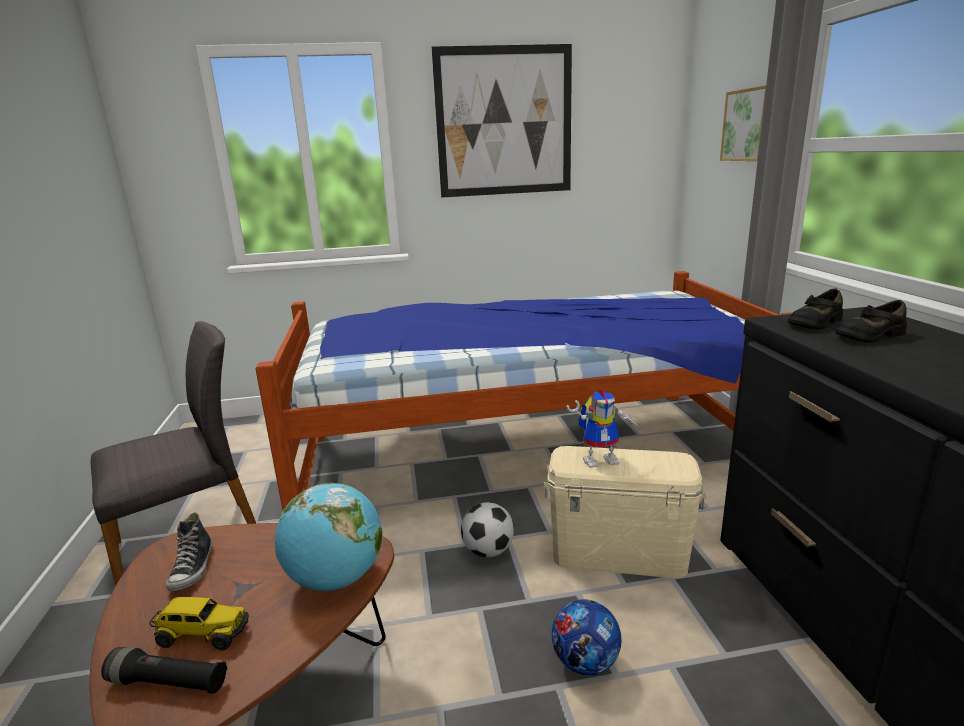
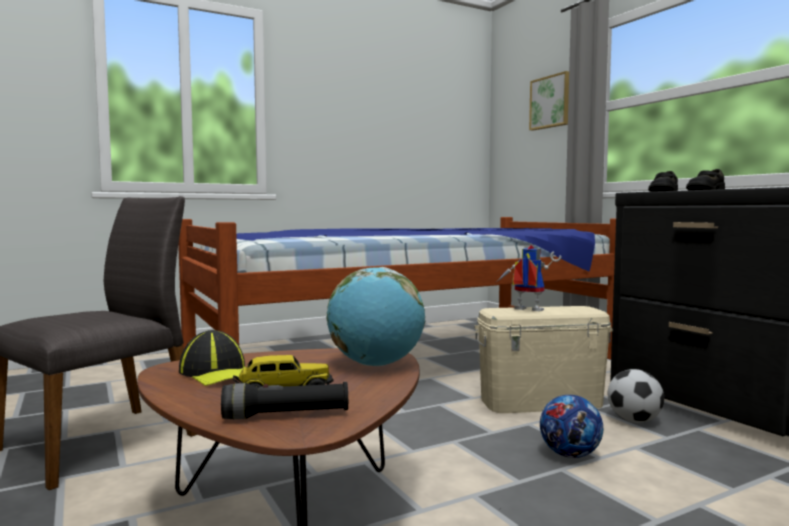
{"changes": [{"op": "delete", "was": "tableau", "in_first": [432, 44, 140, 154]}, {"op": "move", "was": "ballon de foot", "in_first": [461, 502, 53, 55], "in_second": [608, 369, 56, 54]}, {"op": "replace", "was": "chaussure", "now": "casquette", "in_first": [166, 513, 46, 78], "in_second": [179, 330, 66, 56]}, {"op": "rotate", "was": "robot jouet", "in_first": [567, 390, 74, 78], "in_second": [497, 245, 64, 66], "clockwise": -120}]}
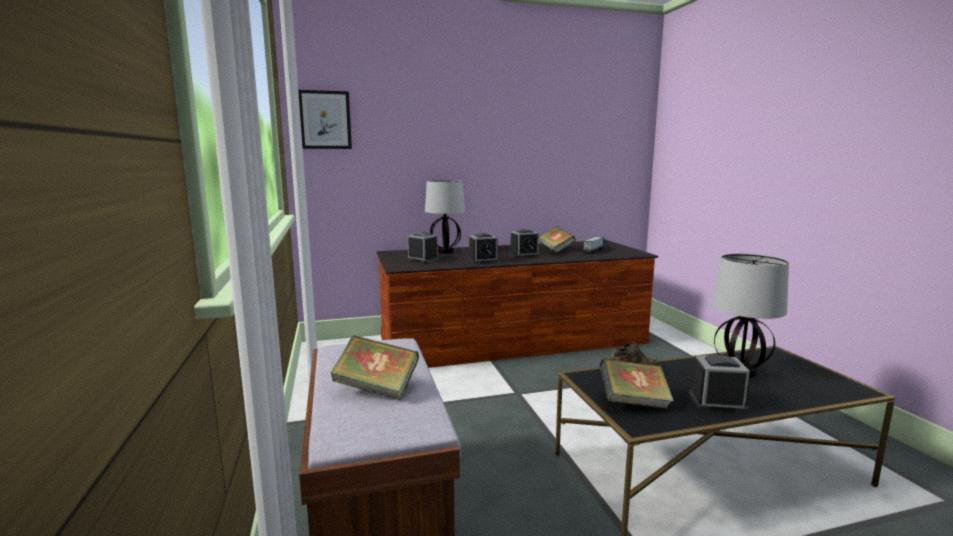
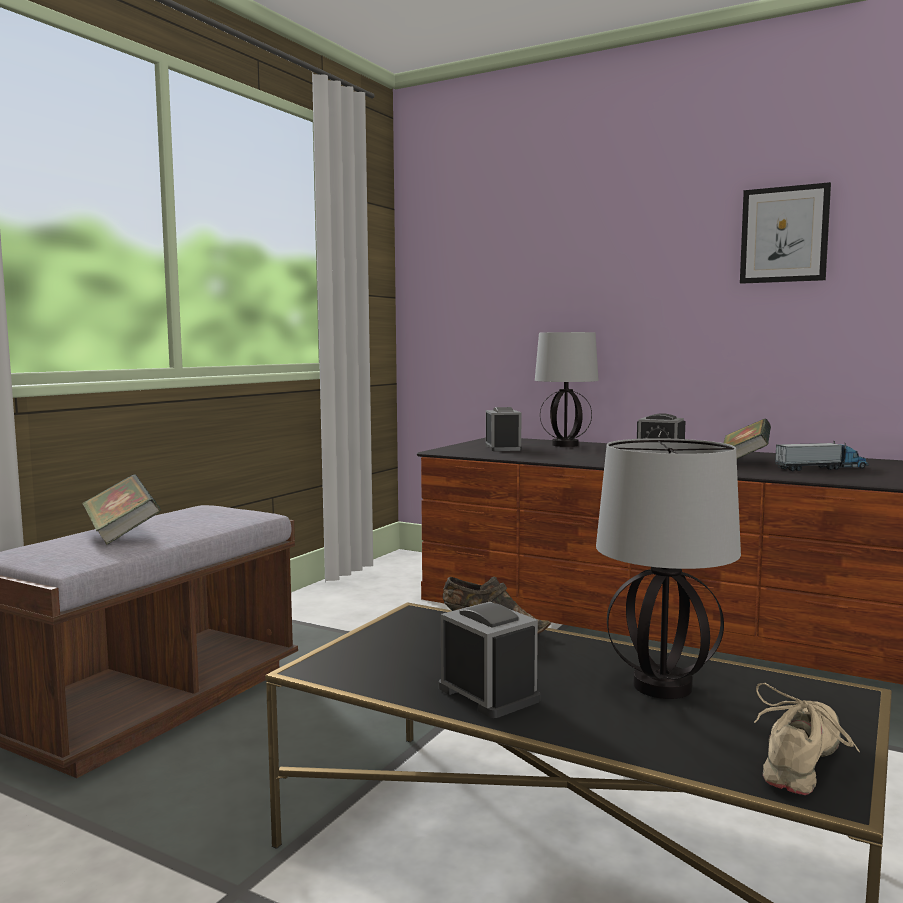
{"changes": [{"op": "delete", "was": "réveil", "in_first": [468, 233, 31, 31]}, {"op": "delete", "was": "livre", "in_first": [599, 358, 75, 51]}, {"op": "insert", "now": "chaussure/beige", "in_second": [754, 683, 106, 112]}, {"op": "move", "was": "tableau", "in_first": [298, 90, 54, 59], "in_second": [740, 182, 91, 102]}]}
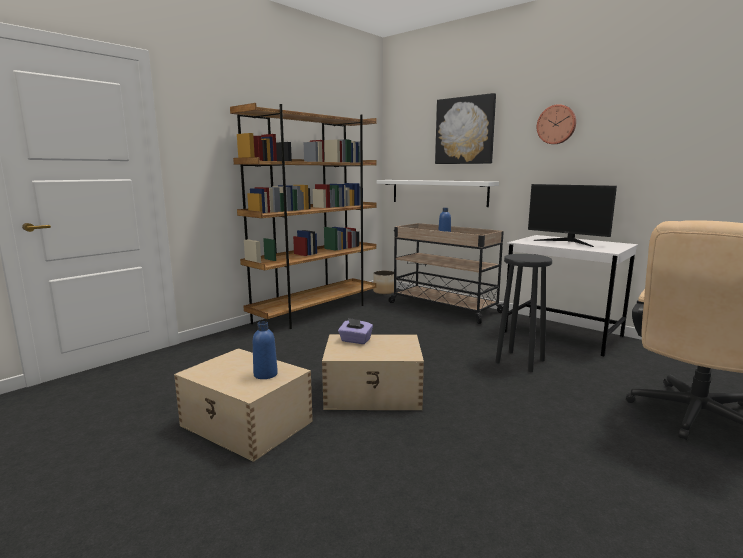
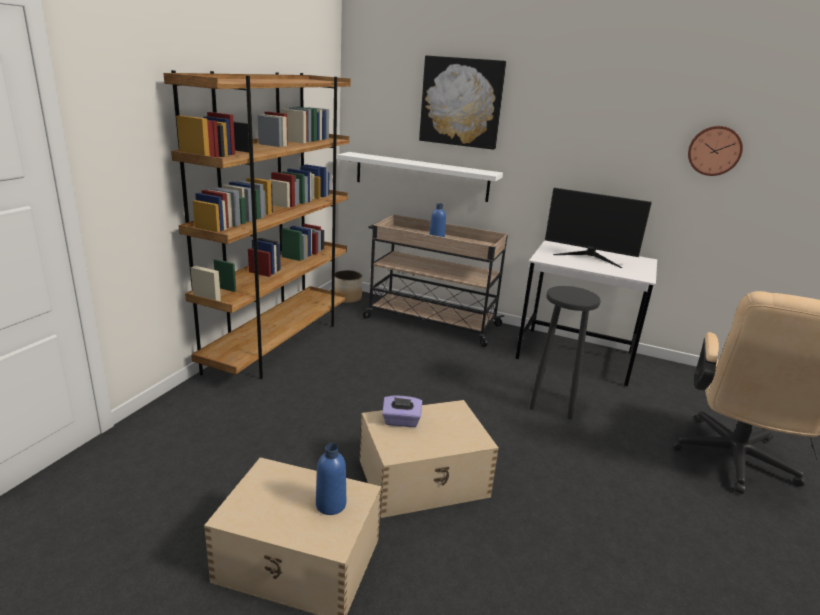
{"changes": [{"op": "move", "was": "horloge murale", "in_first": [537, 104, 39, 40], "in_second": [688, 126, 55, 50]}]}
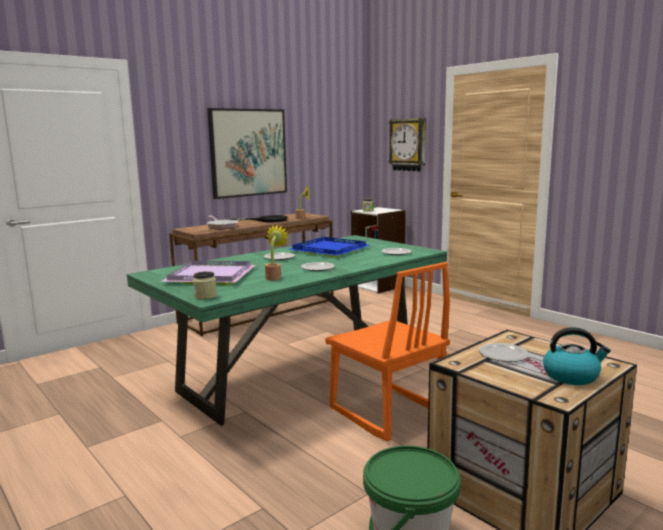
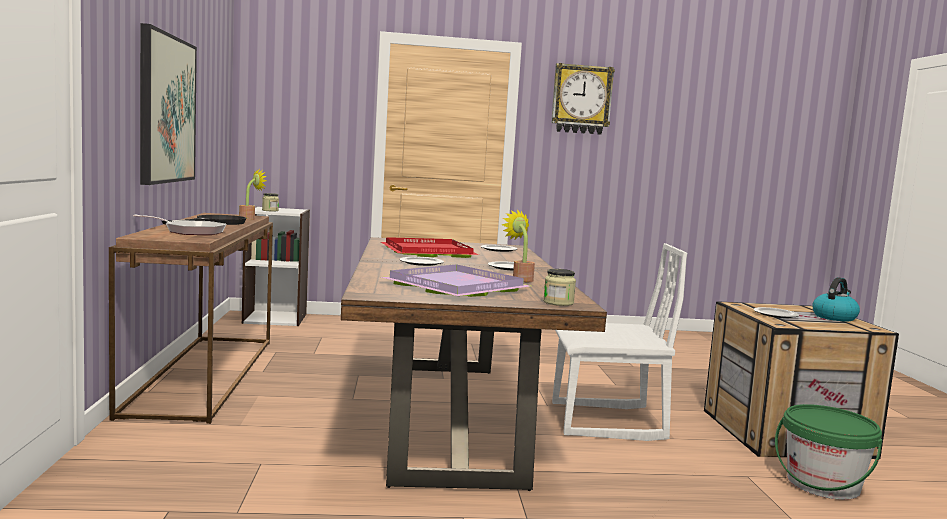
{"changes": [{"op": "move", "was": "horloge murale", "in_first": [388, 118, 38, 53], "in_second": [551, 63, 64, 72]}, {"op": "recolor", "was": "table à manger/vert", "now": "table à manger/marron", "in_first": [127, 235, 320, 191], "in_second": [341, 237, 266, 254]}, {"op": "recolor", "was": "plateau/bleu", "now": "plateau/rouge", "in_first": [288, 237, 82, 20], "in_second": [381, 237, 98, 21]}, {"op": "recolor", "was": "chaise/orange", "now": "chaise/blanc", "in_first": [325, 262, 125, 180], "in_second": [552, 243, 135, 198]}]}
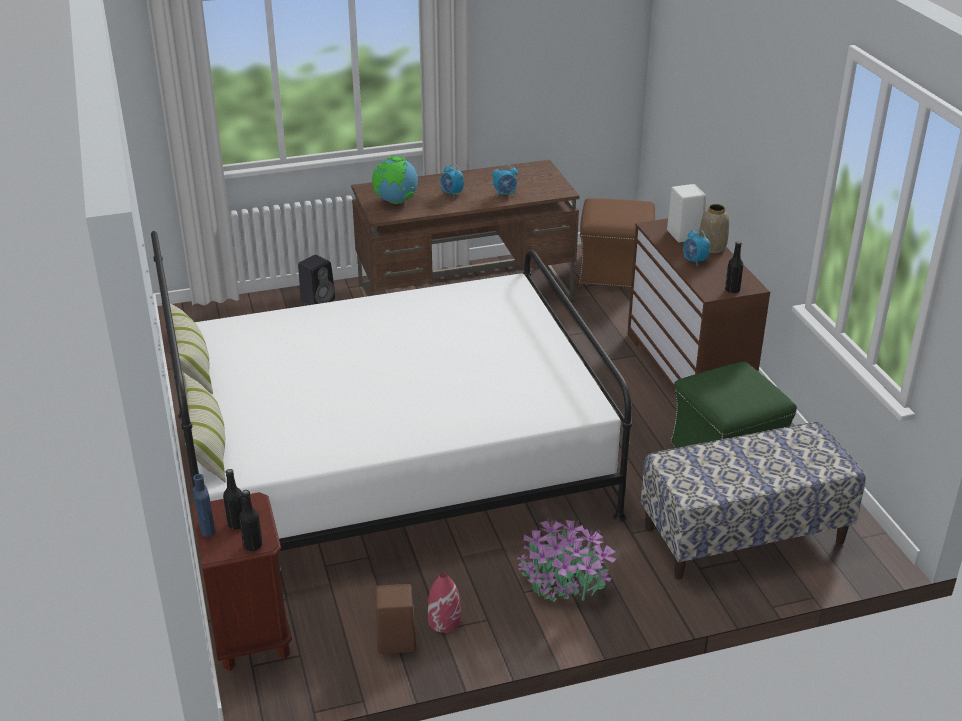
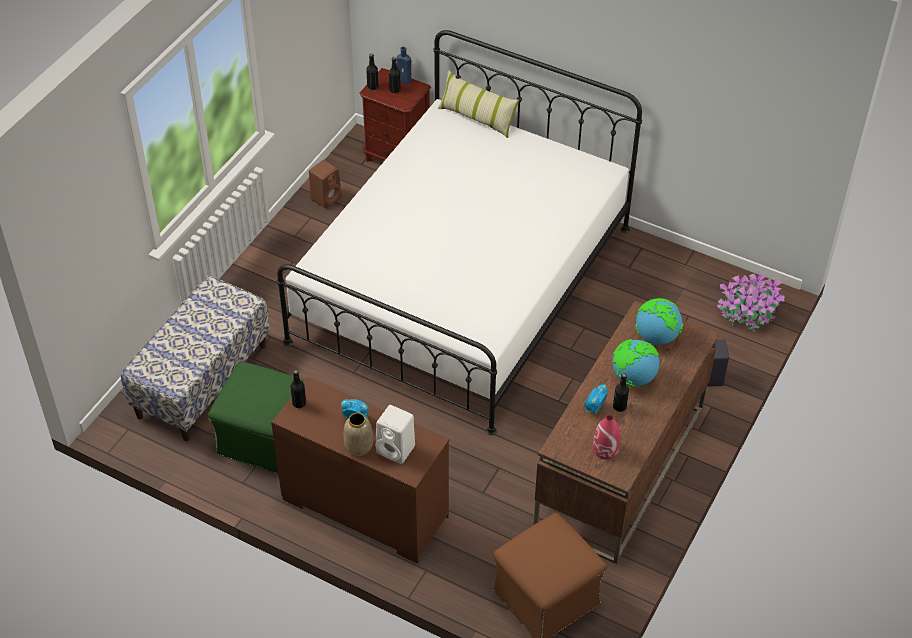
{"changes": [{"op": "delete", "was": "coussin", "in_first": [170, 303, 43, 91]}, {"op": "insert", "now": "bouteille/noir", "in_second": [613, 373, 16, 39]}, {"op": "move", "was": "vase/rouge", "in_first": [428, 573, 33, 60], "in_second": [593, 415, 27, 44]}, {"op": "move", "was": "plante en pot", "in_first": [517, 517, 99, 85], "in_second": [717, 273, 68, 59]}, {"op": "replace", "was": "réveil", "now": "globe", "in_first": [441, 164, 23, 34], "in_second": [612, 339, 47, 48]}]}
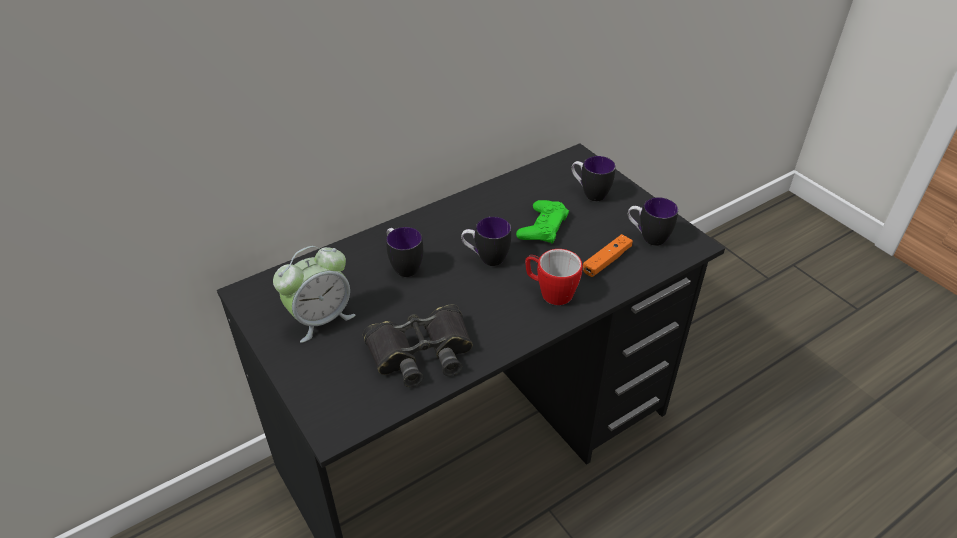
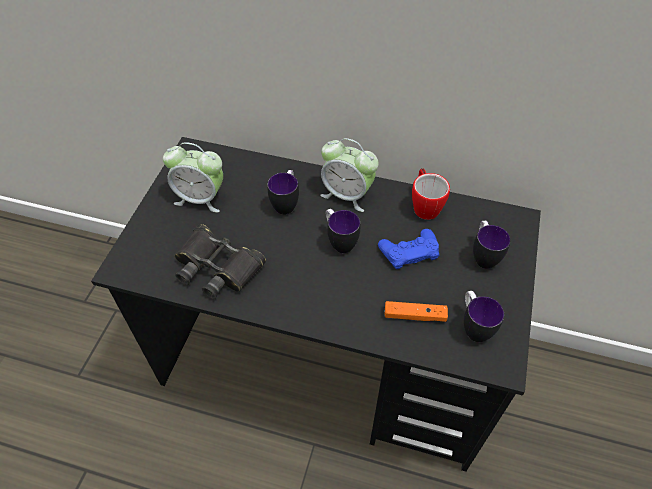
{"changes": [{"op": "insert", "now": "réveil", "in_second": [320, 138, 59, 74]}, {"op": "move", "was": "mug", "in_first": [525, 249, 58, 56], "in_second": [412, 168, 38, 52]}, {"op": "recolor", "was": "manette/vert", "now": "manette/bleu", "in_first": [516, 200, 53, 44], "in_second": [378, 229, 61, 40]}]}
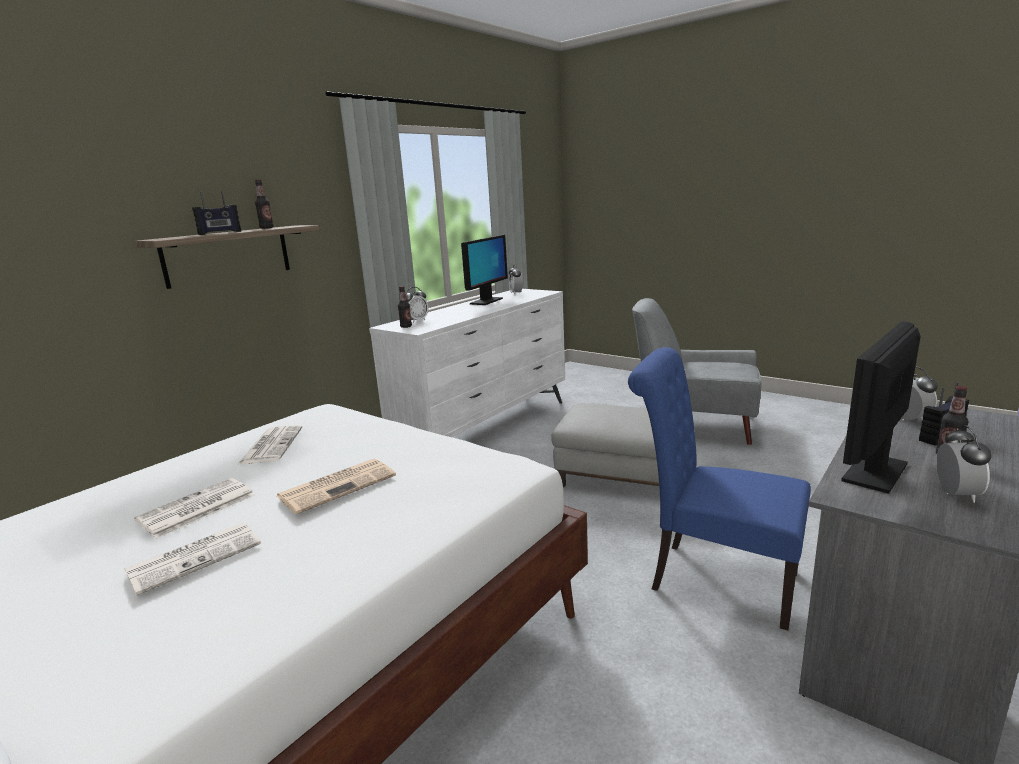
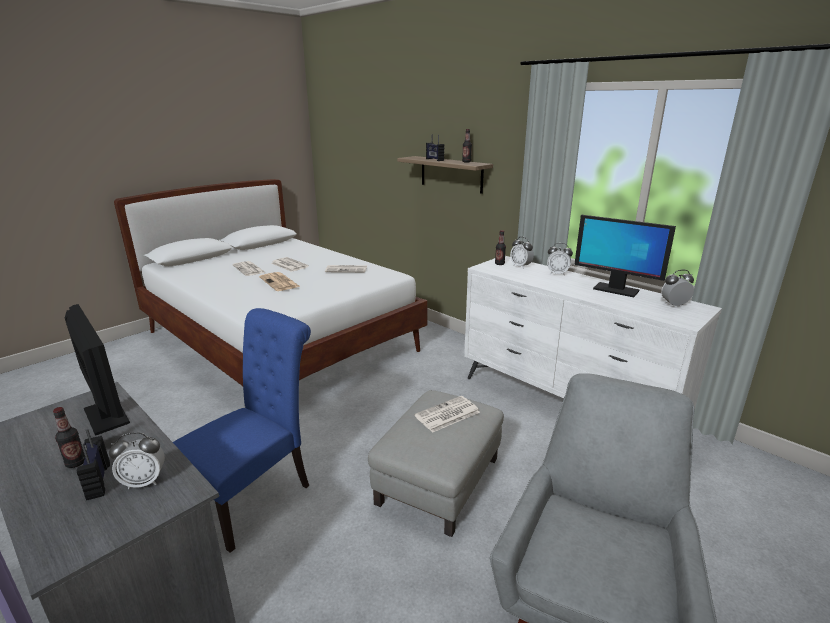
{"changes": [{"op": "insert", "now": "journal", "in_second": [414, 396, 66, 37]}, {"op": "move", "was": "réveil", "in_first": [936, 425, 56, 78], "in_second": [547, 243, 26, 33]}]}
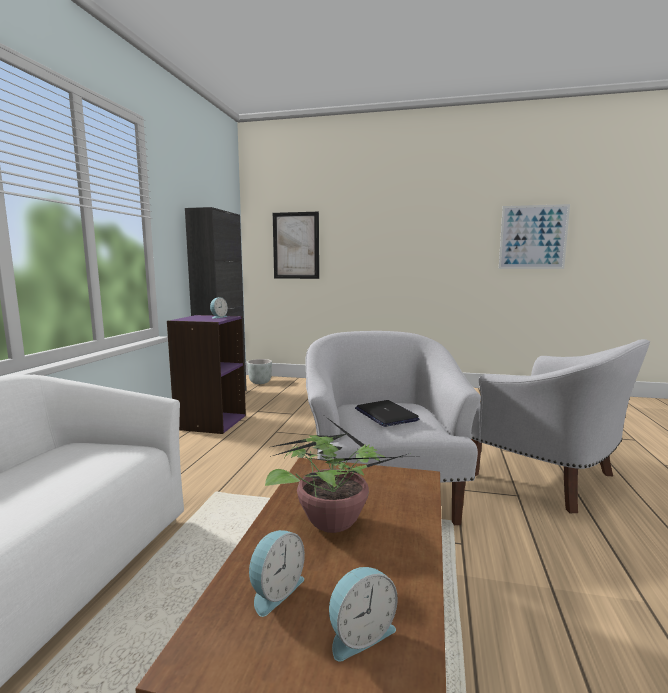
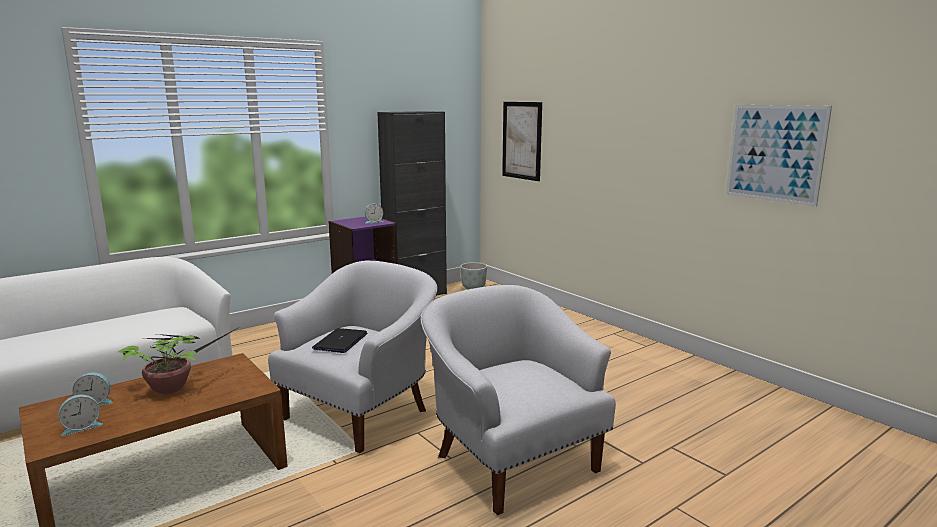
{"changes": [{"op": "rotate", "was": "réveil", "in_first": [329, 567, 69, 95], "in_second": [58, 395, 45, 41], "clockwise": -45}, {"op": "rotate", "was": "fauteuil/blanc", "in_first": [471, 339, 179, 174], "in_second": [421, 285, 195, 230], "clockwise": 150}]}
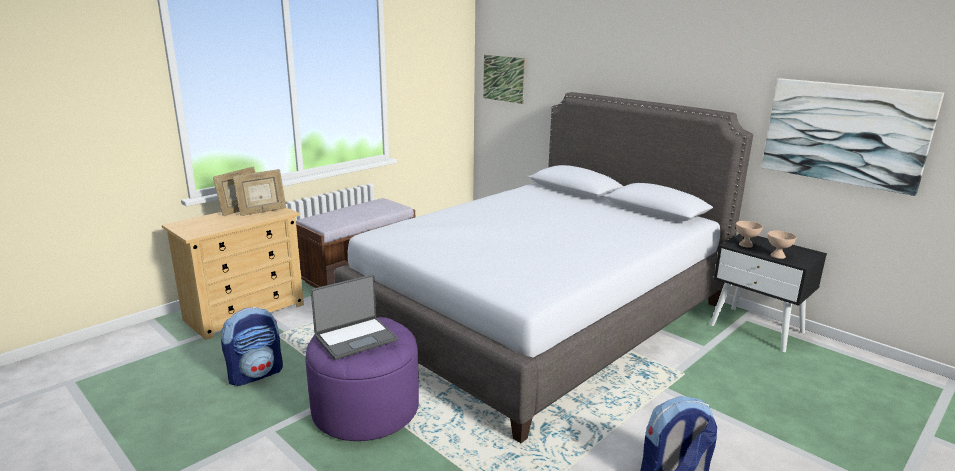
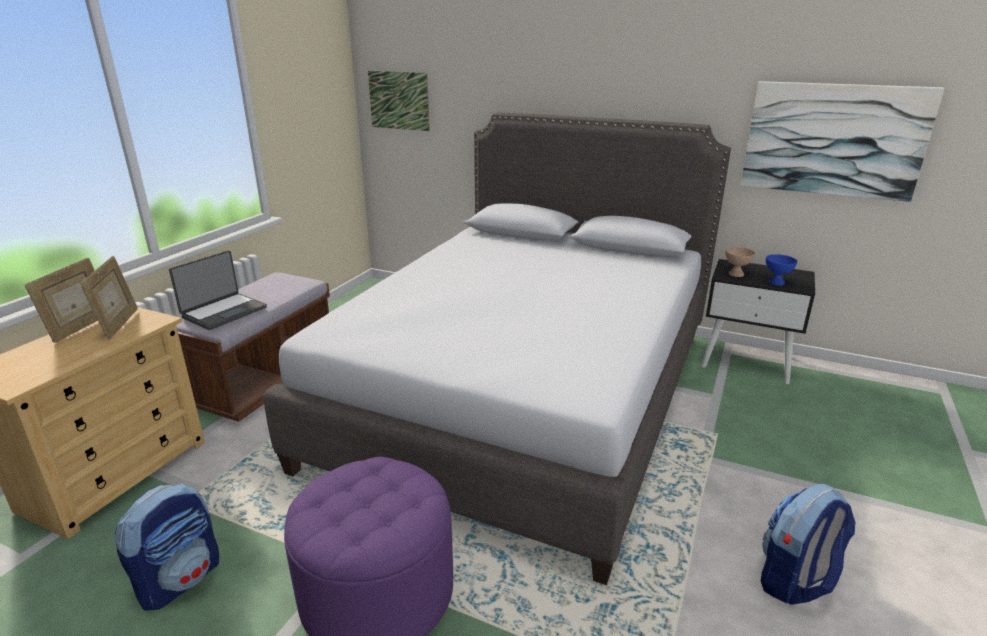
{"changes": [{"op": "move", "was": "ordinateur portable", "in_first": [311, 275, 87, 85], "in_second": [169, 250, 98, 80]}, {"op": "recolor", "was": "bol/beige", "now": "bol/bleu", "in_first": [768, 231, 29, 28], "in_second": [766, 254, 31, 32]}, {"op": "rotate", "was": "cadre photo", "in_first": [233, 169, 53, 47], "in_second": [80, 256, 58, 84], "clockwise": -45}]}
